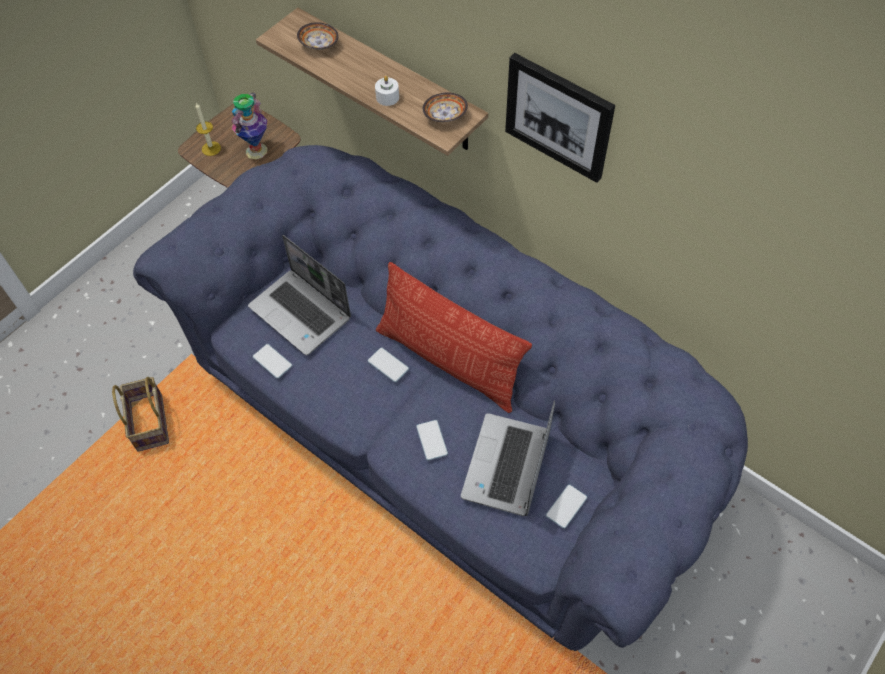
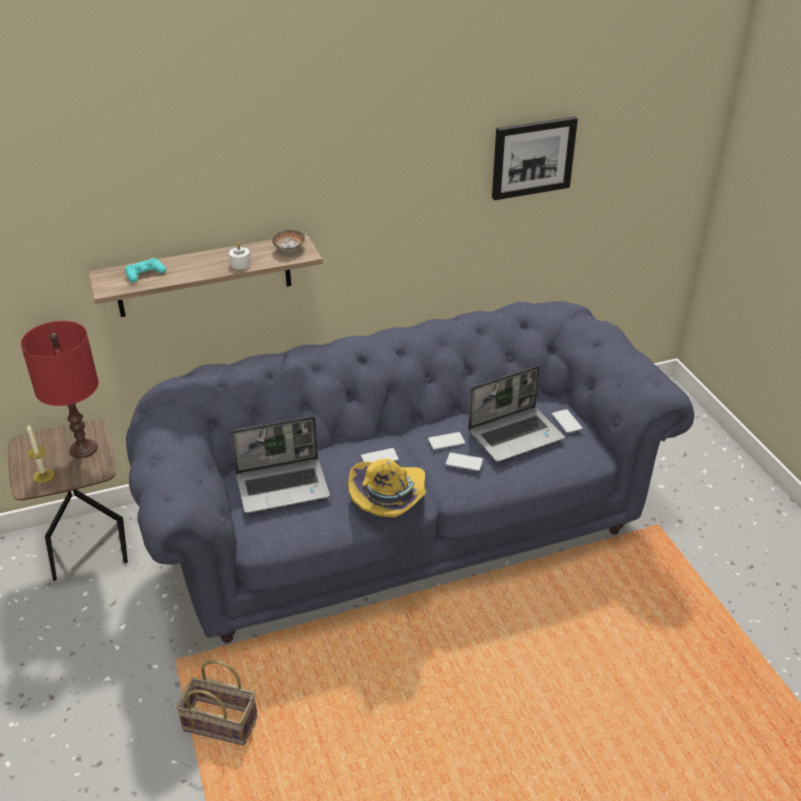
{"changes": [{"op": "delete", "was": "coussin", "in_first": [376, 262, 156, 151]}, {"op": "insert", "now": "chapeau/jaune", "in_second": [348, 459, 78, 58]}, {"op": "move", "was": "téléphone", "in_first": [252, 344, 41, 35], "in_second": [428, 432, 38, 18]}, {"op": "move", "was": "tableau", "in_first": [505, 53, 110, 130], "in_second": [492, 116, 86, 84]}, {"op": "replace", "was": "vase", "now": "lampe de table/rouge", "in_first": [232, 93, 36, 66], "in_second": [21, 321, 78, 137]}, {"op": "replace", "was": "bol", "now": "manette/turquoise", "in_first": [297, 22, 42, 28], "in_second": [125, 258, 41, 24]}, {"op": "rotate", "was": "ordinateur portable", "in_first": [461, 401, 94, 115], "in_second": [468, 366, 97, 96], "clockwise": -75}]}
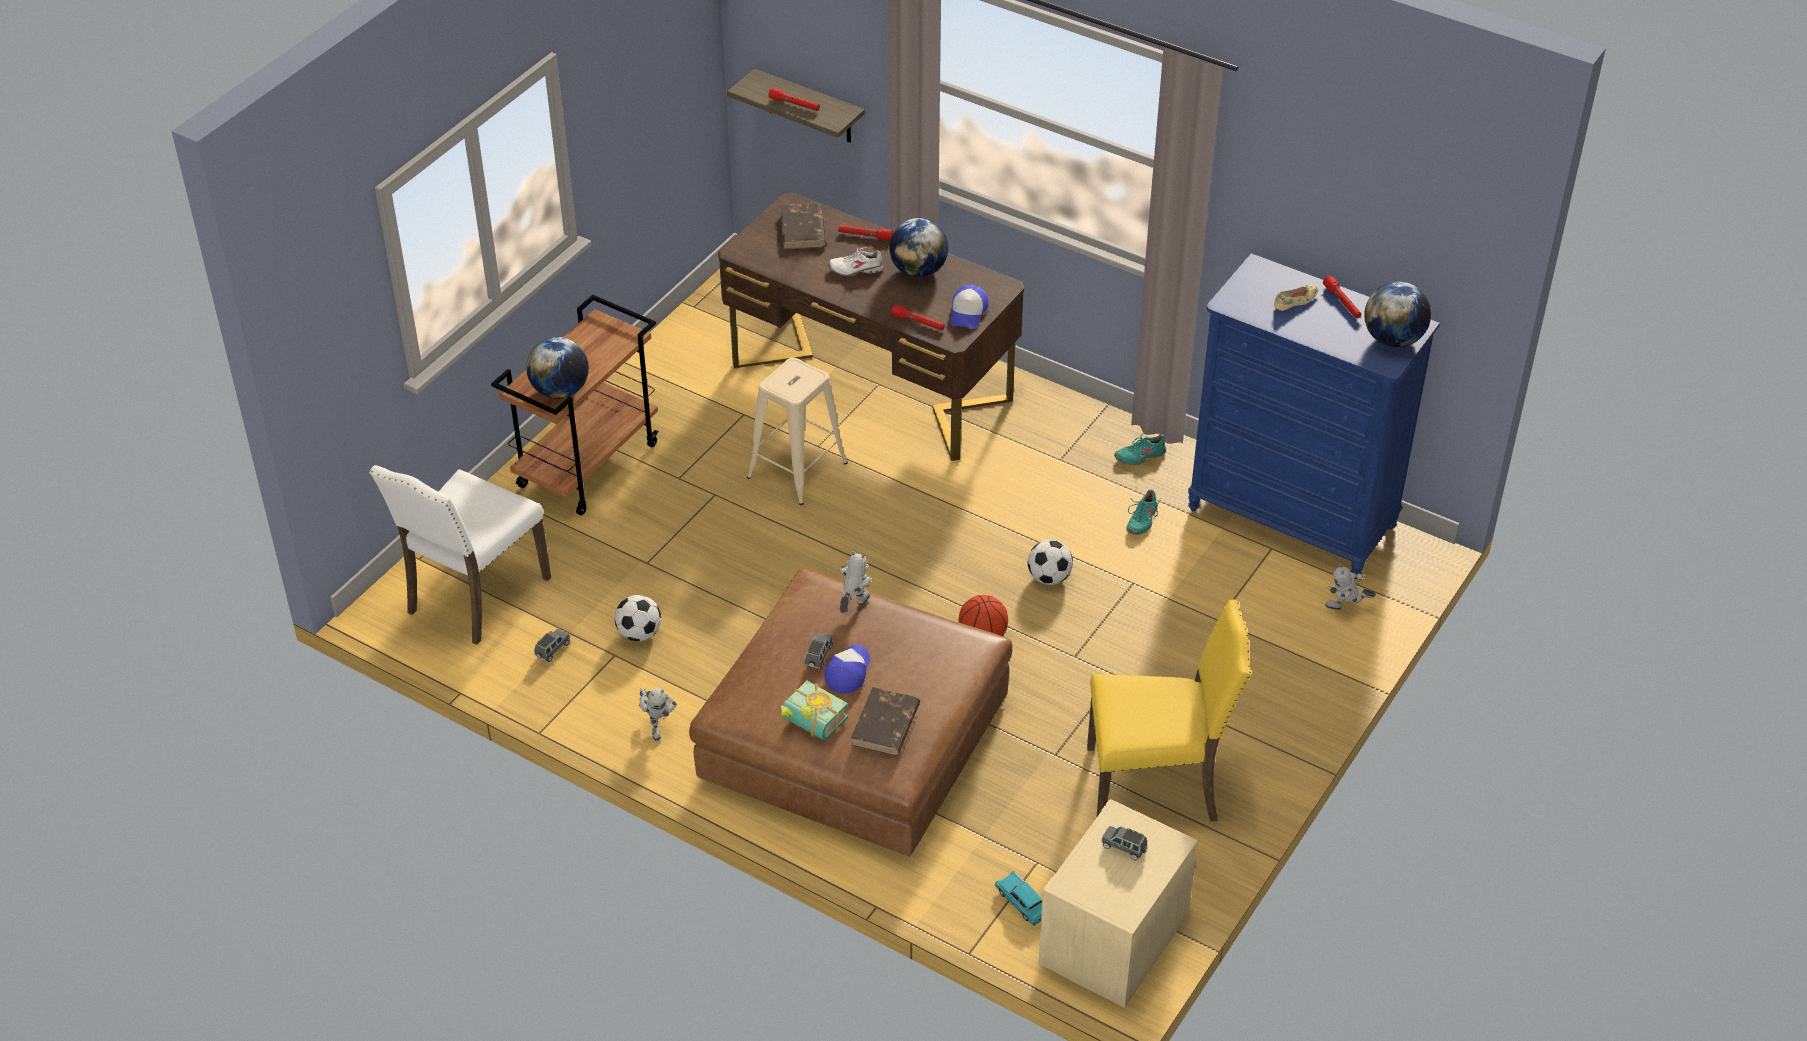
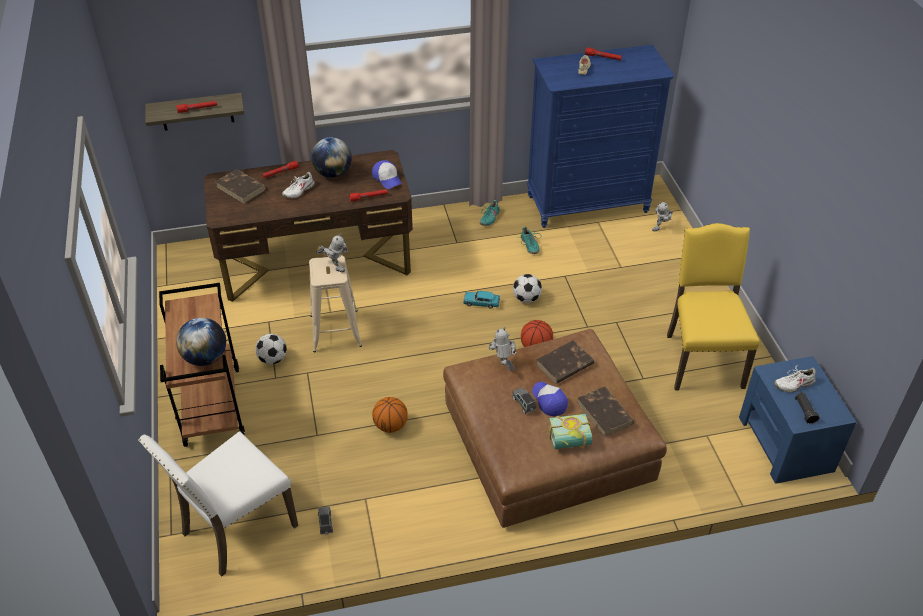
{"changes": [{"op": "delete", "was": "globe", "in_first": [1364, 282, 67, 65]}, {"op": "insert", "now": "ballon de basket", "in_second": [372, 397, 36, 36]}, {"op": "insert", "now": "livre/marron", "in_second": [536, 340, 58, 44]}, {"op": "insert", "now": "lampe de poche/noir", "in_second": [795, 392, 25, 32]}, {"op": "move", "was": "ballon de foot", "in_first": [615, 595, 46, 46], "in_second": [255, 334, 32, 30]}, {"op": "move", "was": "robot jouet", "in_first": [639, 688, 38, 53], "in_second": [317, 234, 31, 38]}, {"op": "move", "was": "petite voiture/turquoise", "in_first": [994, 871, 48, 55], "in_second": [463, 291, 37, 18]}, {"op": "replace", "was": "petite voiture/gris", "now": "chaussure/blanc", "in_first": [1102, 826, 46, 34], "in_second": [774, 366, 42, 26]}, {"op": "recolor", "was": "table de chevet/beige", "now": "table de chevet/bleu", "in_first": [1038, 799, 160, 209], "in_second": [739, 356, 118, 128]}, {"op": "rotate", "was": "chaise/blanc", "in_first": [370, 465, 181, 180], "in_second": [138, 431, 160, 146], "clockwise": 60}, {"op": "rotate", "was": "chaise/jaune", "in_first": [1087, 599, 164, 222], "in_second": [667, 223, 93, 168], "clockwise": -45}]}
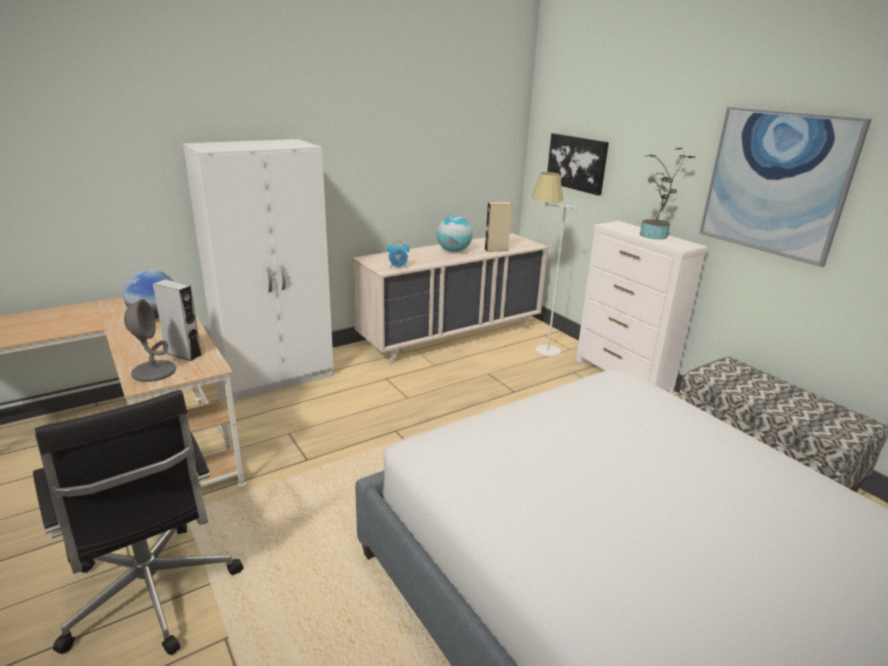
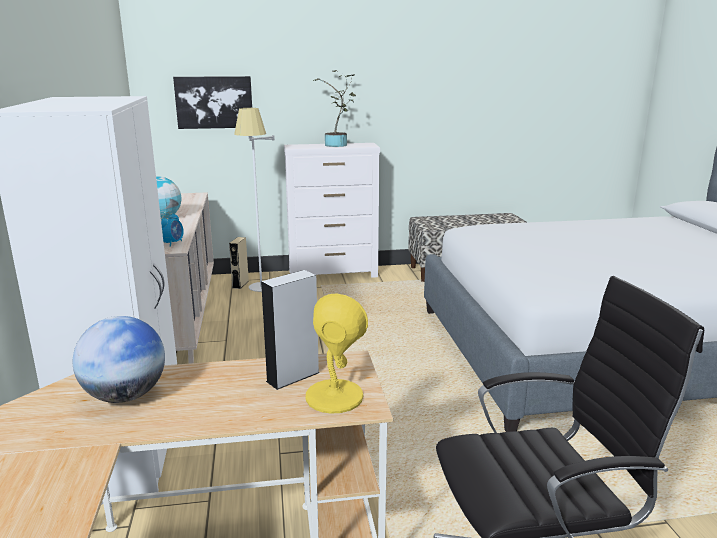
{"changes": [{"op": "delete", "was": "tableau", "in_first": [699, 107, 173, 160]}, {"op": "move", "was": "enceinte/beige", "in_first": [485, 202, 27, 50], "in_second": [229, 237, 20, 52]}, {"op": "recolor", "was": "lampe de table/gris", "now": "lampe de table/jaune", "in_first": [124, 299, 52, 83], "in_second": [305, 293, 63, 121]}]}
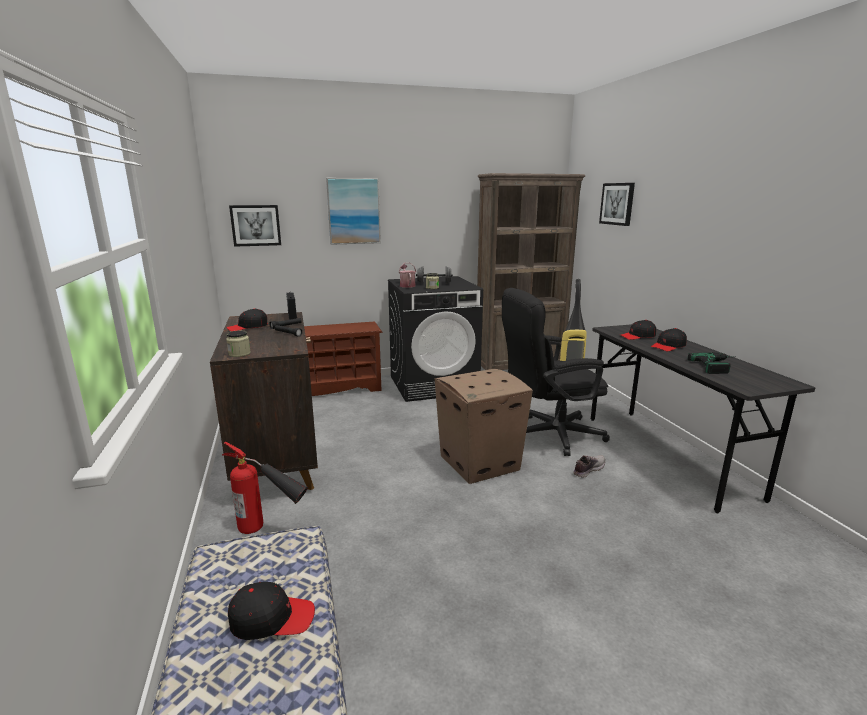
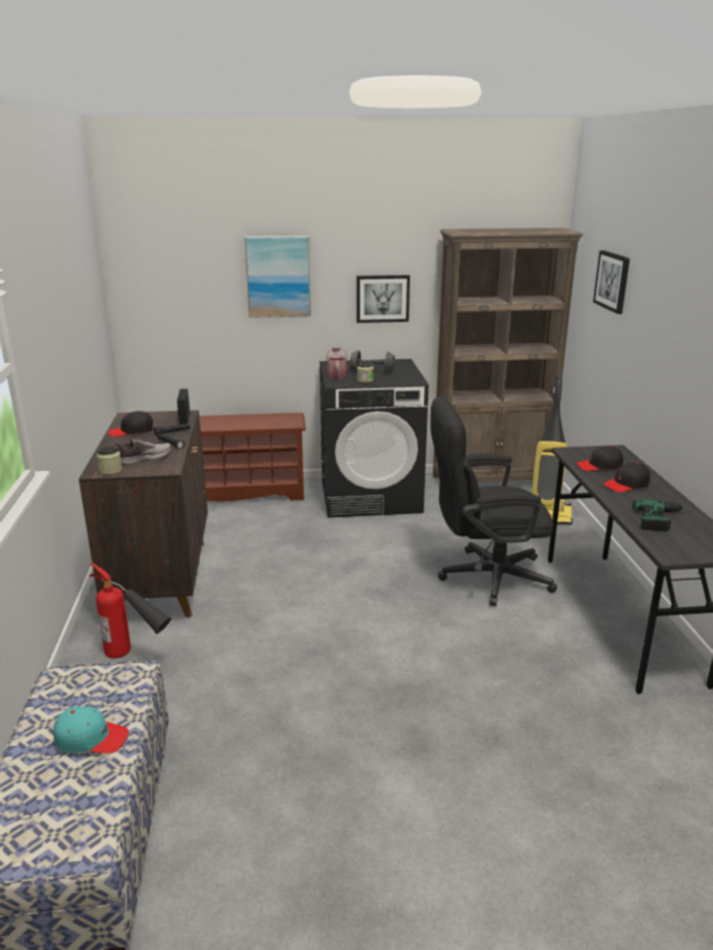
{"changes": [{"op": "delete", "was": "carton", "in_first": [434, 369, 99, 115]}, {"op": "move", "was": "tableau", "in_first": [229, 205, 52, 42], "in_second": [357, 275, 53, 48]}, {"op": "move", "was": "chaussure", "in_first": [574, 455, 31, 23], "in_second": [114, 438, 57, 26]}, {"op": "recolor", "was": "casquette/noir", "now": "casquette/turquoise", "in_first": [228, 582, 87, 58], "in_second": [53, 706, 76, 47]}]}
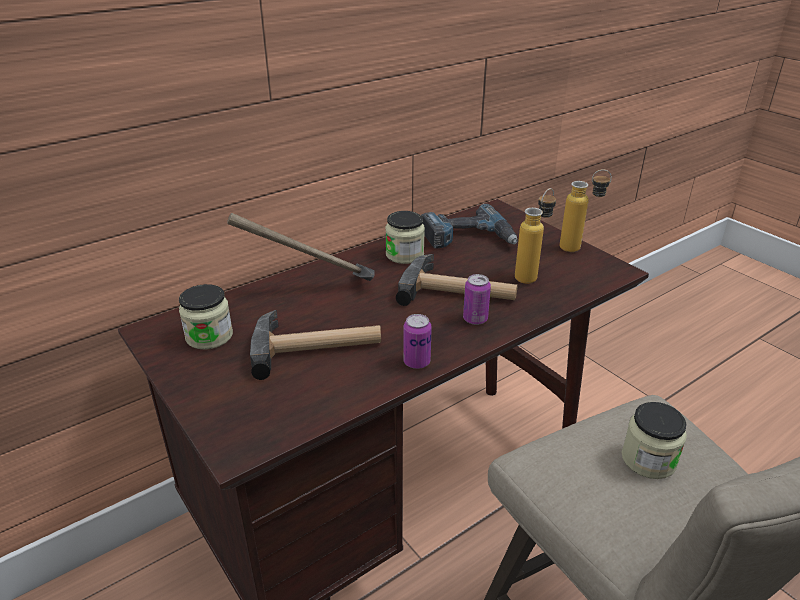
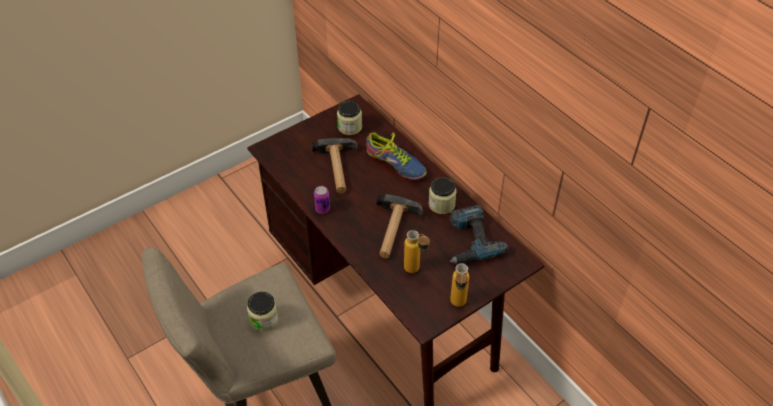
{"changes": [{"op": "delete", "was": "boîte métallique", "in_first": [463, 274, 28, 51]}, {"op": "replace", "was": "marteau", "now": "chaussure", "in_first": [227, 213, 148, 68], "in_second": [366, 133, 61, 47]}]}
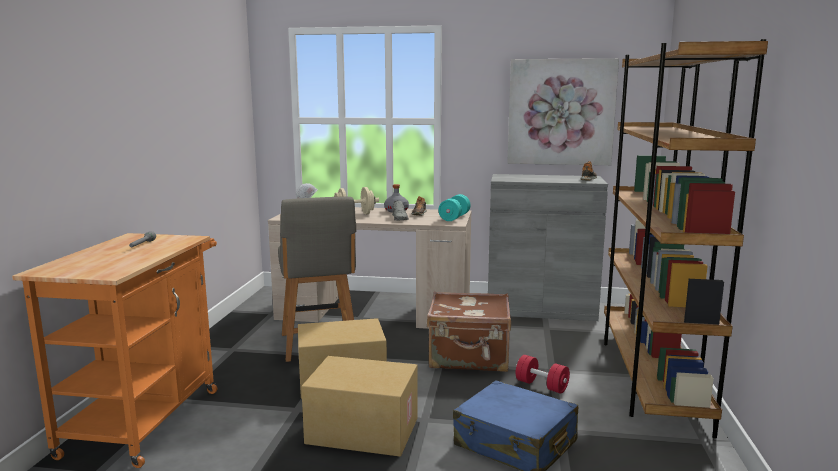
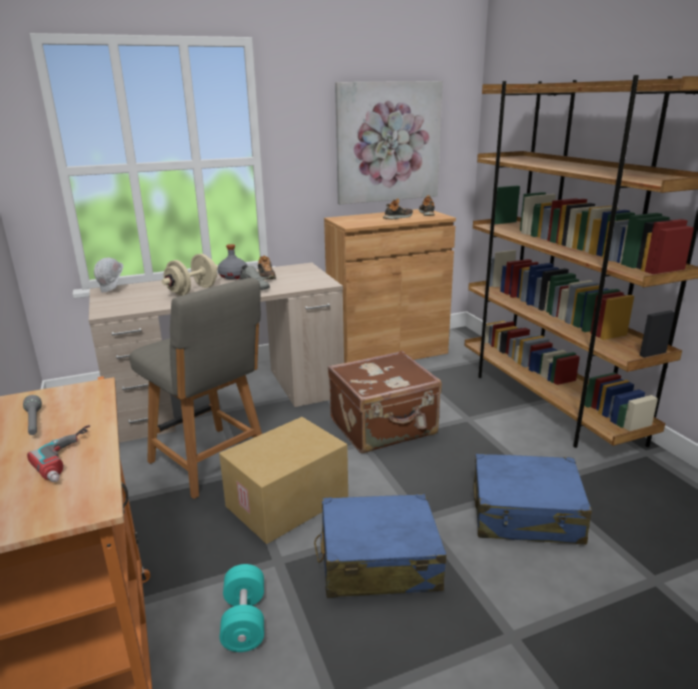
{"changes": [{"op": "delete", "was": "haltère/rouge", "in_first": [516, 355, 54, 39]}, {"op": "insert", "now": "perceuse", "in_second": [27, 425, 63, 57]}, {"op": "insert", "now": "chaussure", "in_second": [383, 198, 30, 22]}, {"op": "move", "was": "haltère/turquoise", "in_first": [438, 194, 32, 27], "in_second": [220, 564, 44, 88]}, {"op": "replace", "was": "carton", "now": "valise/bleu", "in_first": [301, 356, 116, 101], "in_second": [314, 494, 133, 104]}, {"op": "recolor", "was": "meuble de rangement/gris", "now": "meuble de rangement/marron", "in_first": [488, 174, 120, 147], "in_second": [324, 209, 132, 154]}]}
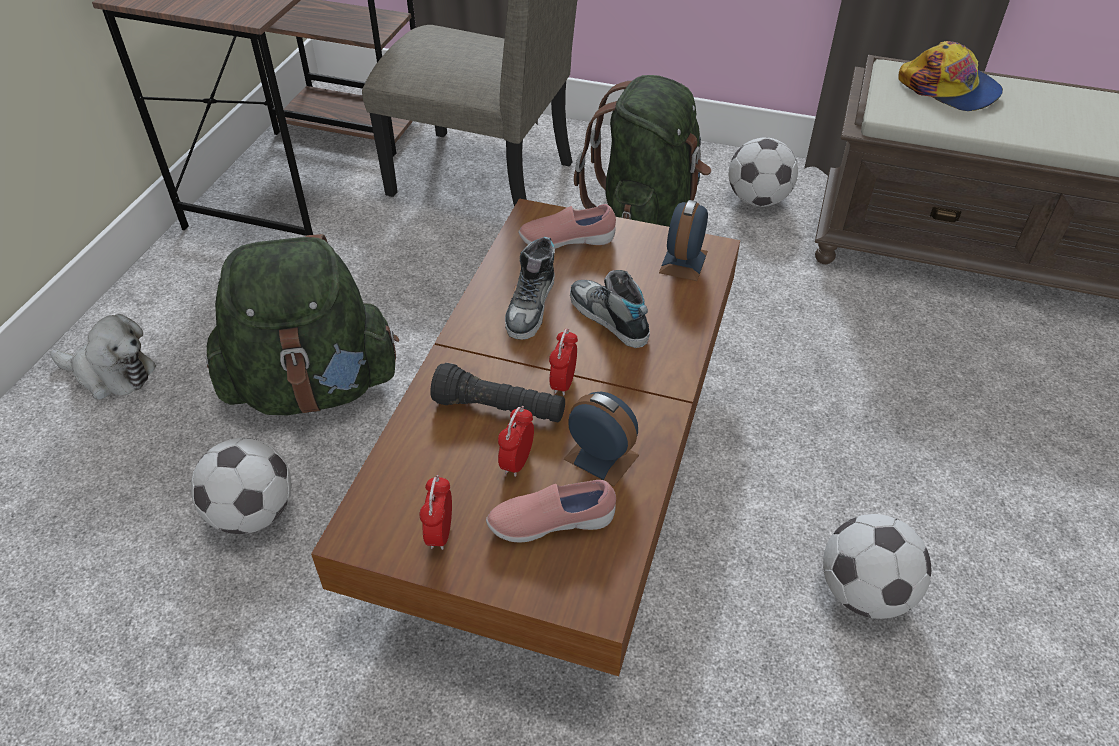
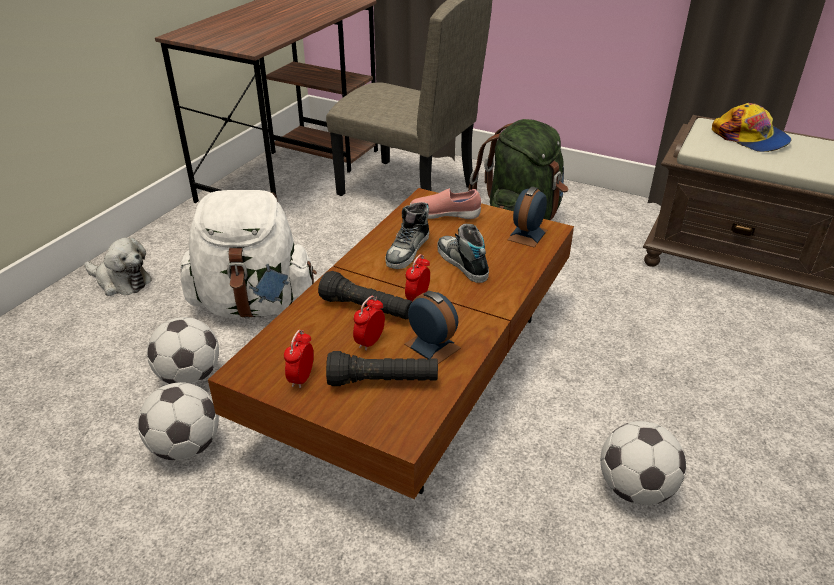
{"changes": [{"op": "move", "was": "ballon de foot", "in_first": [729, 137, 69, 70], "in_second": [138, 382, 81, 79]}, {"op": "replace", "was": "chaussure/rose", "now": "lampe de poche/noir", "in_first": [486, 480, 130, 62], "in_second": [326, 351, 112, 35]}, {"op": "recolor", "was": "sac à dos/vert", "now": "sac à dos/blanc", "in_first": [206, 234, 193, 181], "in_second": [181, 190, 136, 129]}]}
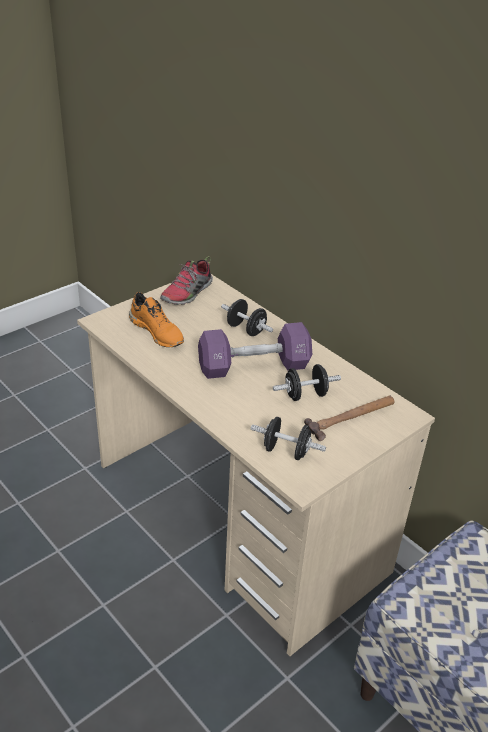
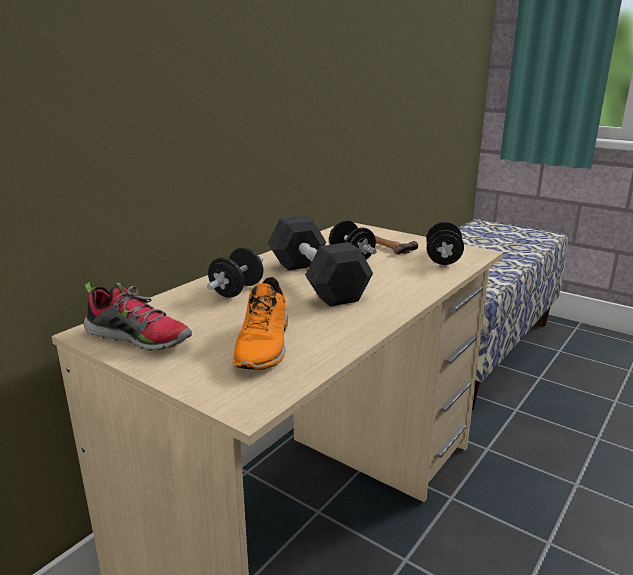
{"changes": [{"op": "recolor", "was": "haltère/violet", "now": "haltère/noir", "in_first": [198, 322, 114, 57], "in_second": [267, 216, 106, 91]}, {"op": "rotate", "was": "chaussure/orange", "in_first": [129, 292, 55, 55], "in_second": [233, 277, 55, 93], "clockwise": 150}]}
